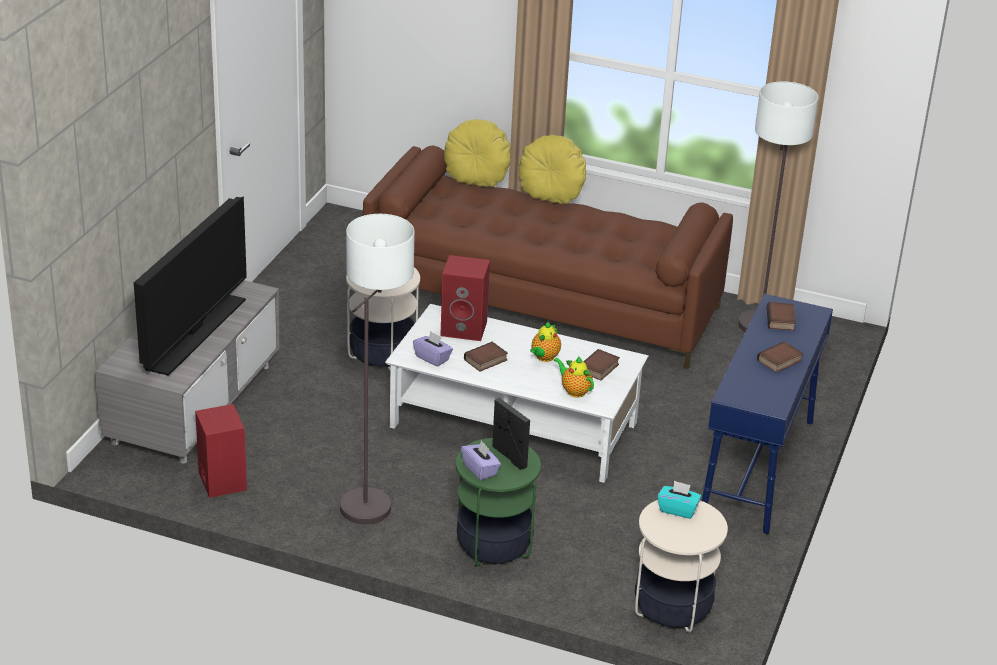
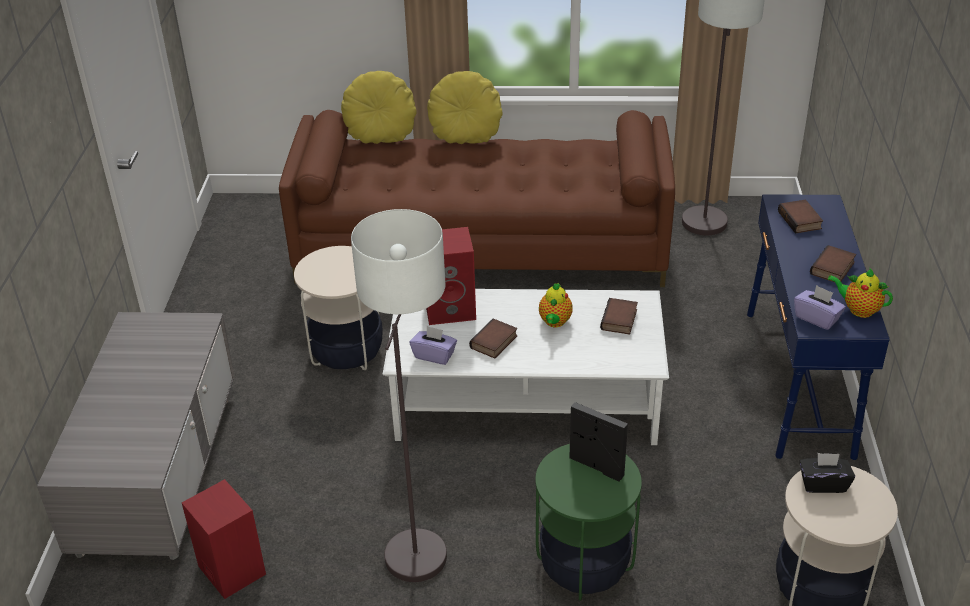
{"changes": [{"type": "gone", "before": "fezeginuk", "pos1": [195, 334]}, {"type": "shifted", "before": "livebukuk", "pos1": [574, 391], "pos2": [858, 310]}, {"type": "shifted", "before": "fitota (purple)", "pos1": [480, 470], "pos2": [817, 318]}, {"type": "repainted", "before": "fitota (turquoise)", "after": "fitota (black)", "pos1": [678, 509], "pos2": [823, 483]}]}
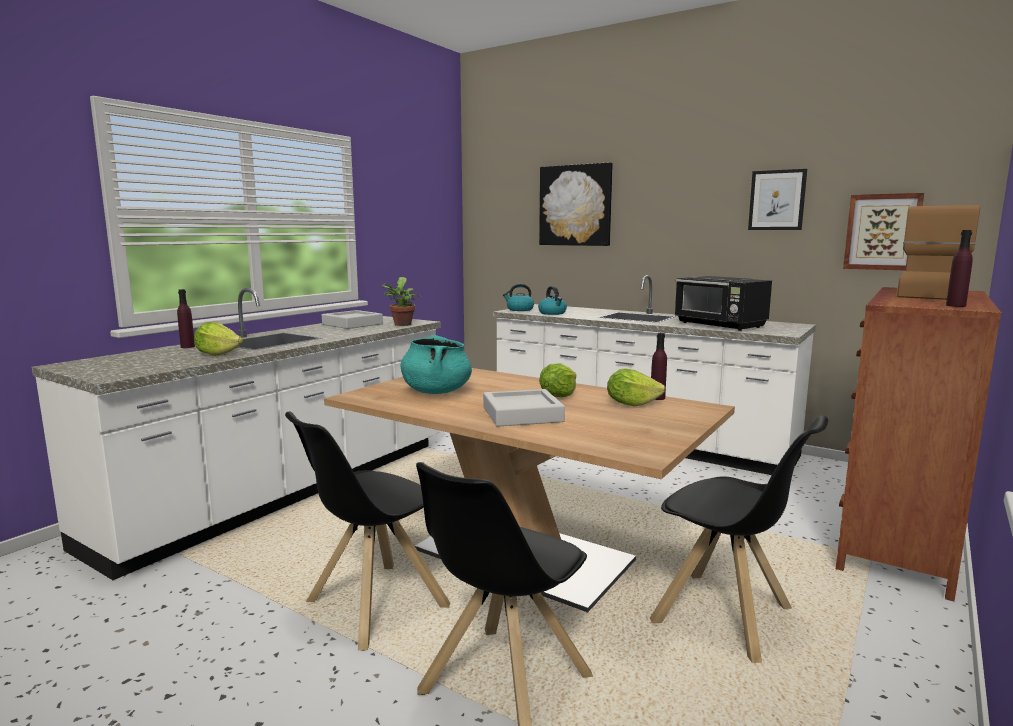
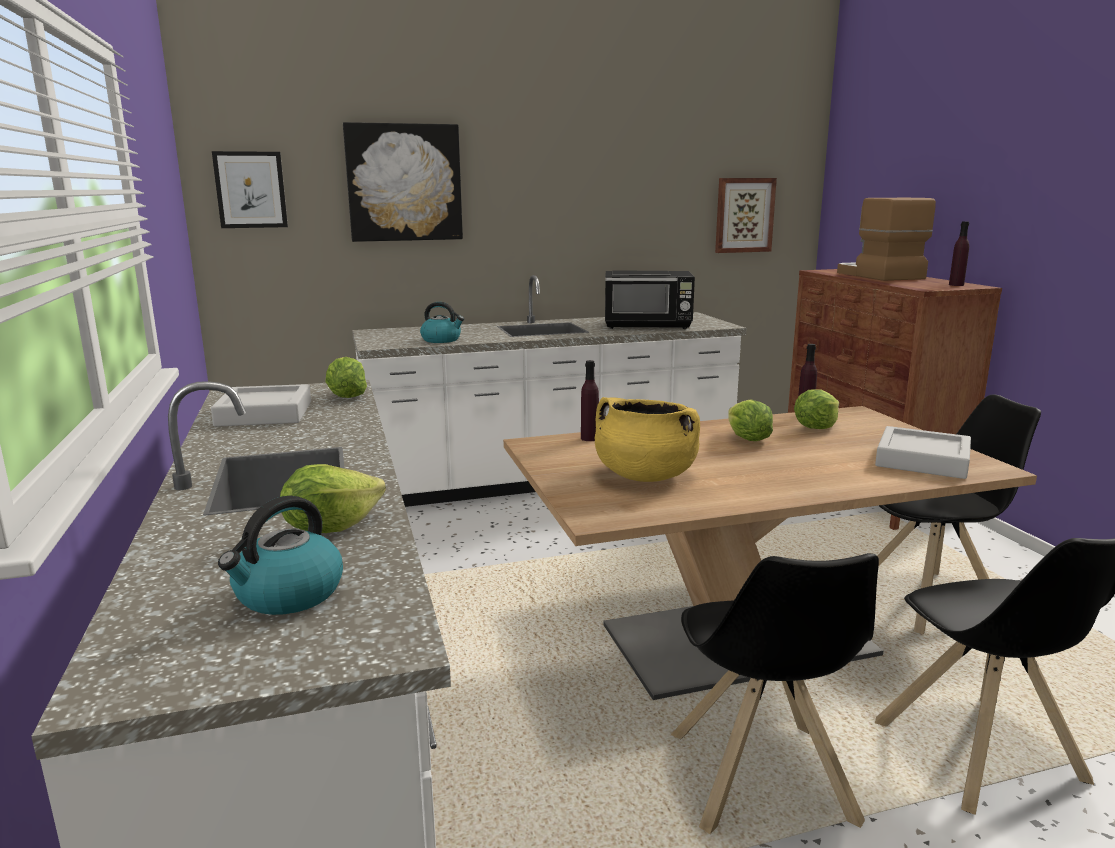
{"changes": [{"type": "shifted", "before": "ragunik", "pos1": [777, 200], "pos2": [250, 190]}, {"type": "swapped", "before": "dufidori", "after": "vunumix", "pos1": [402, 325], "pos2": [347, 396]}, {"type": "shifted", "before": "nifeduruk", "pos1": [519, 309], "pos2": [288, 595]}, {"type": "shifted", "before": "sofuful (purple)", "pos1": [187, 347], "pos2": [589, 438]}, {"type": "repainted", "before": "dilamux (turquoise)", "after": "dilamux (yellow)", "pos1": [436, 391], "pos2": [644, 476]}, {"type": "shifted", "before": "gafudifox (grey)", "pos1": [522, 414], "pos2": [922, 460]}]}
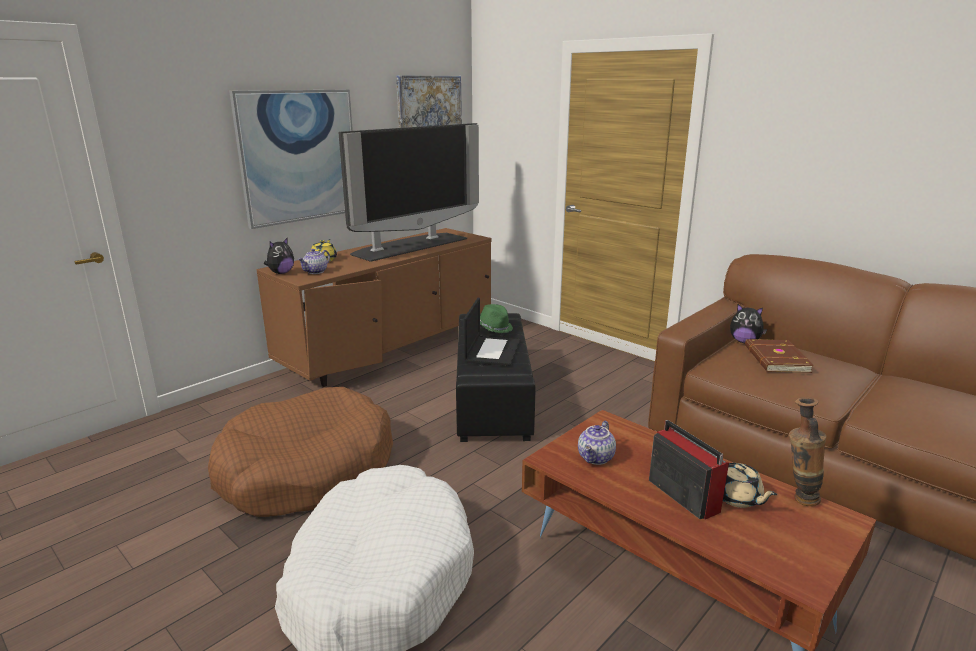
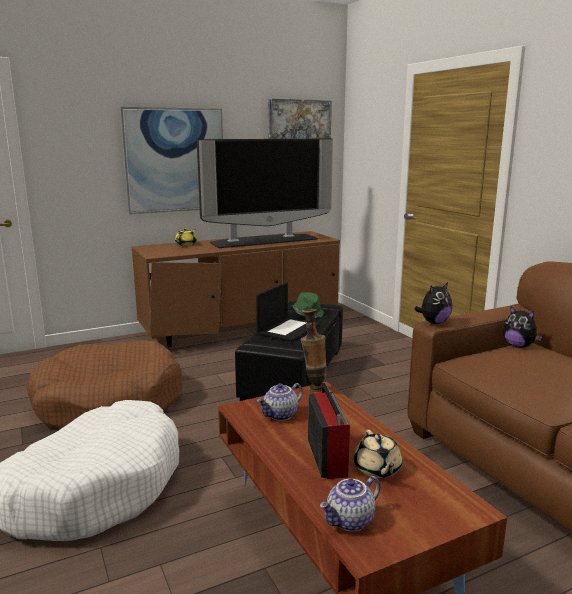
{"changes": [{"type": "shifted", "before": "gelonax", "pos1": [281, 273], "pos2": [434, 322]}, {"type": "shifted", "before": "livebukuk", "pos1": [316, 272], "pos2": [350, 522]}, {"type": "gone", "before": "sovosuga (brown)", "pos1": [775, 359]}, {"type": "shifted", "before": "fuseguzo", "pos1": [797, 498], "pos2": [314, 390]}]}
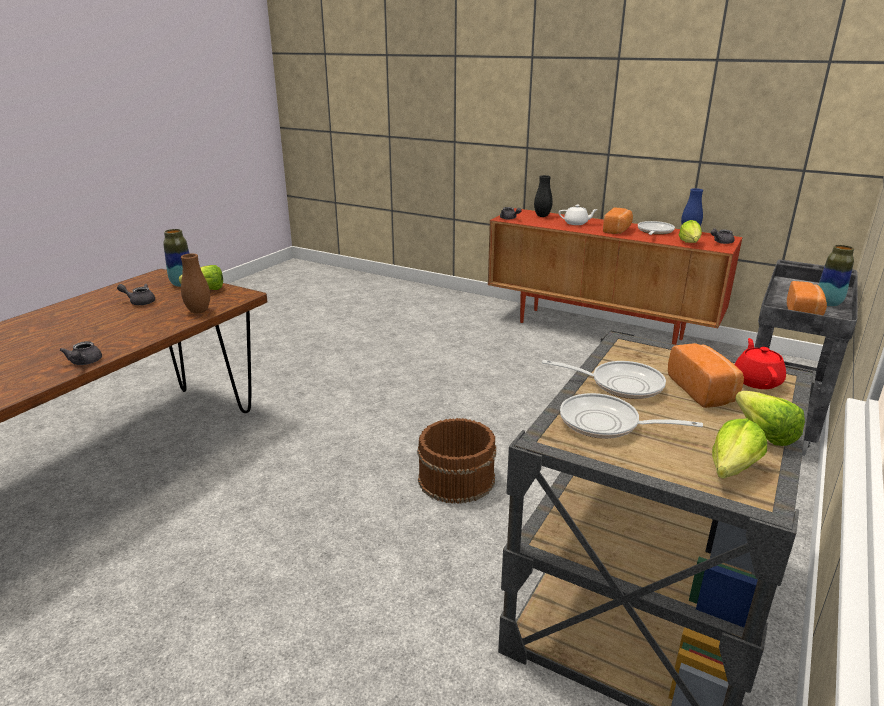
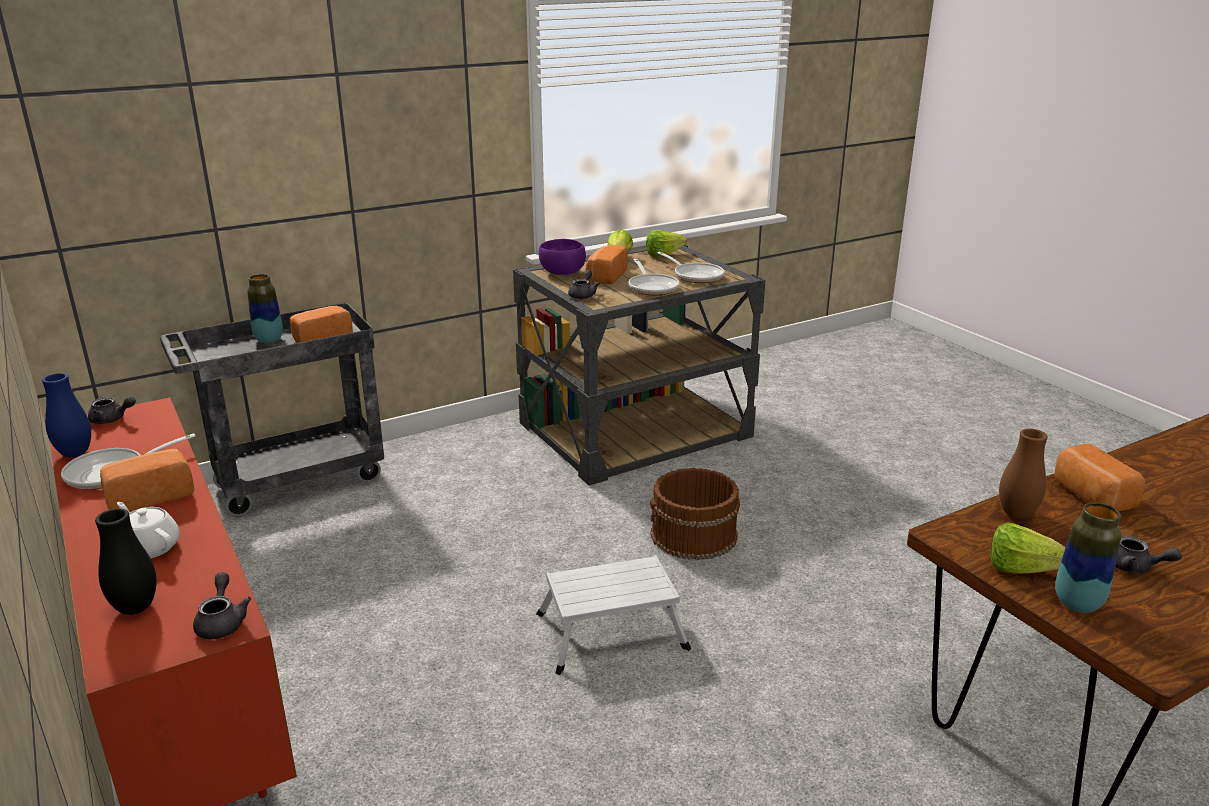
{"changes": [{"type": "gone", "before": "vunumix", "pos1": [689, 244]}, {"type": "swapped", "before": "livebukuk (red)", "after": "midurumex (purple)", "pos1": [756, 381], "pos2": [563, 273]}, {"type": "shifted", "before": "livebukuk (grey)", "pos1": [84, 363], "pos2": [583, 295]}, {"type": "rotated", "before": "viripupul", "pos1": [620, 384], "pos2": [652, 287], "turn": -150}, {"type": "new", "after": "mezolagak", "pos2": [1089, 496]}, {"type": "new", "after": "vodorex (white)", "pos2": [612, 631]}]}
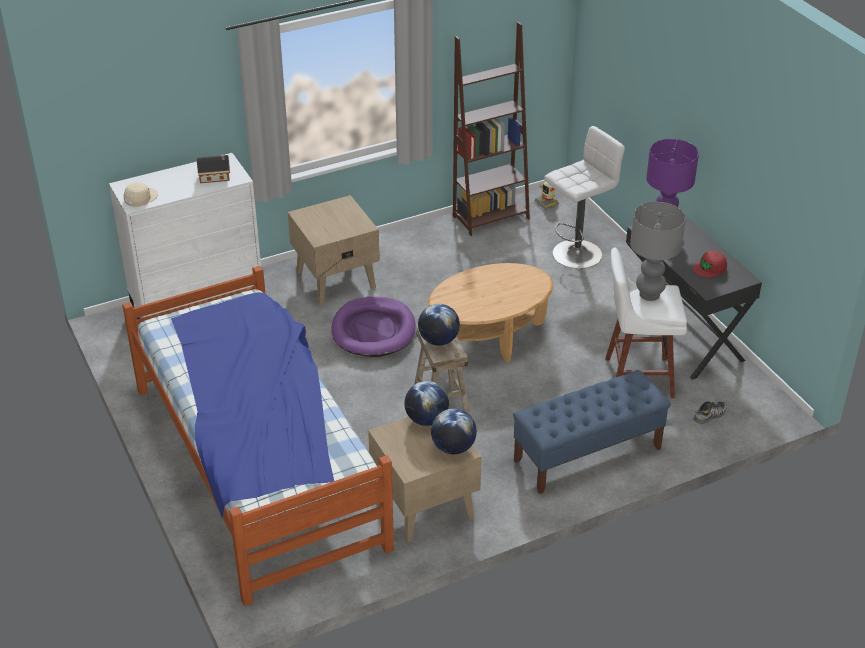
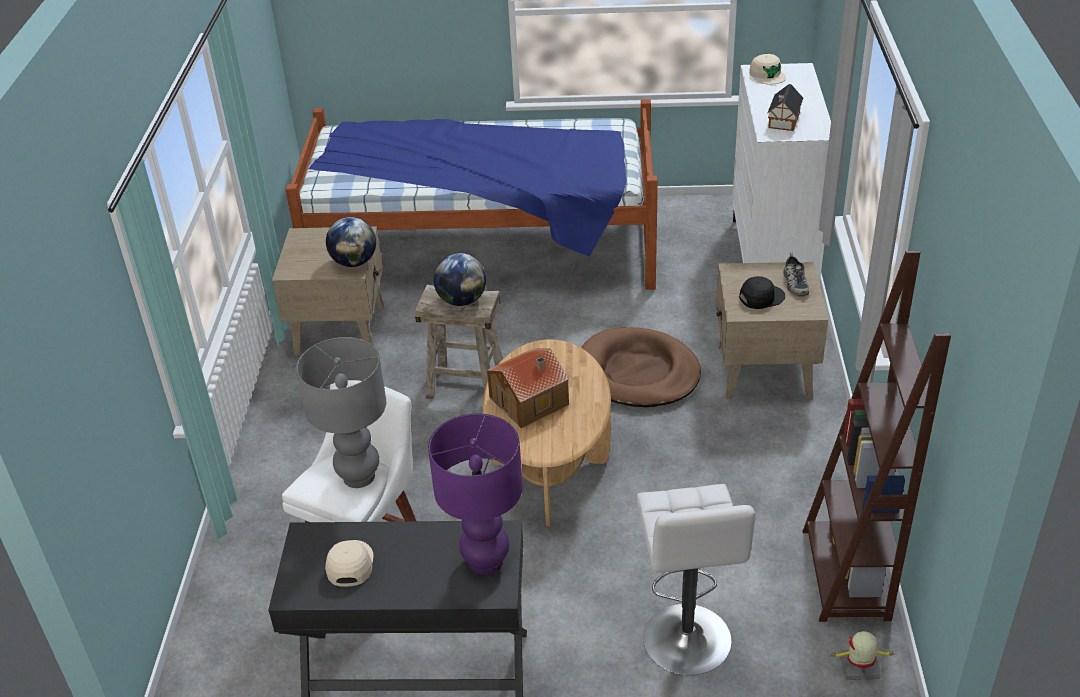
{"changes": [{"type": "repainted", "before": "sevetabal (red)", "after": "sevetabal (beige)", "pos1": [710, 268], "pos2": [349, 564]}, {"type": "repainted", "before": "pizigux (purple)", "after": "pizigux (brown)", "pos1": [373, 330], "pos2": [638, 373]}, {"type": "gone", "before": "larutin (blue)", "pos1": [587, 455]}, {"type": "shifted", "before": "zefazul", "pos1": [710, 415], "pos2": [794, 282]}, {"type": "gone", "before": "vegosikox", "pos1": [453, 448]}, {"type": "new", "after": "sevetabal (black)", "pos2": [761, 297]}, {"type": "new", "after": "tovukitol", "pos2": [530, 401]}]}
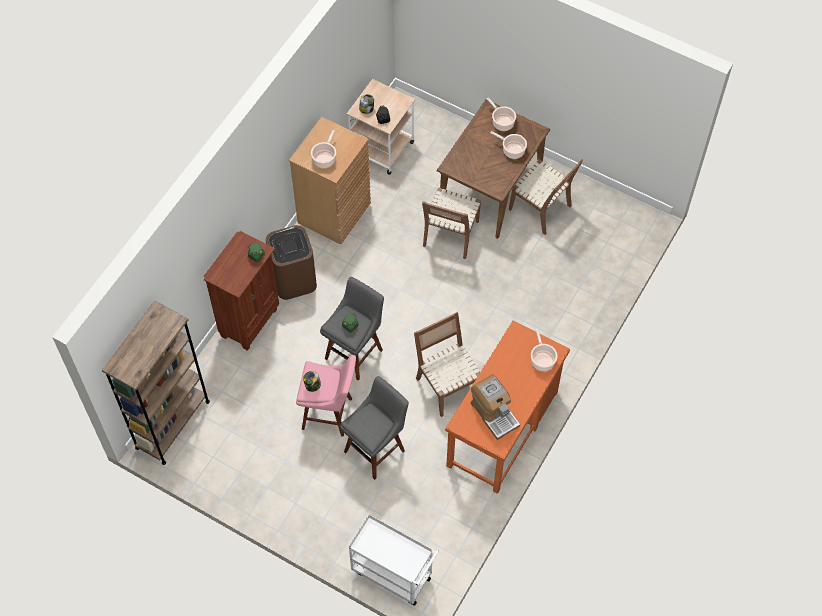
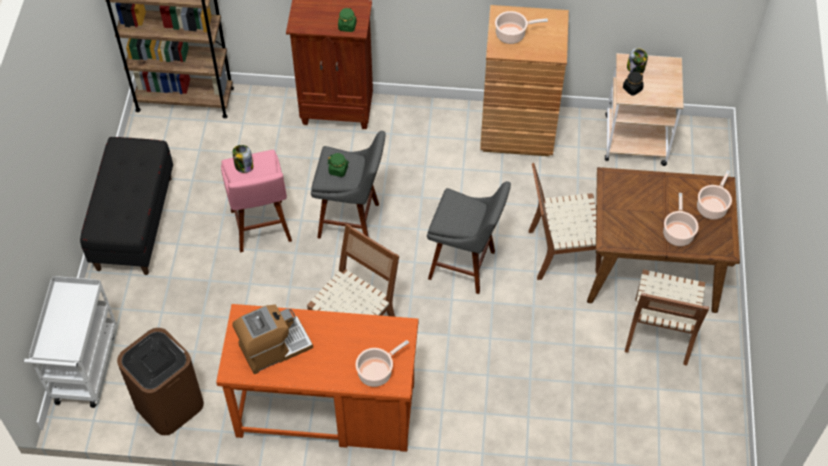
{"changes": [{"type": "shifted", "before": "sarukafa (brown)", "pos1": [293, 280], "pos2": [169, 403]}, {"type": "rotated", "before": "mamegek", "pos1": [494, 414], "pos2": [274, 347], "turn": -150}, {"type": "shifted", "before": "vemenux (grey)", "pos1": [377, 449], "pos2": [465, 266]}, {"type": "new", "after": "larutin (black)", "pos2": [134, 222]}]}
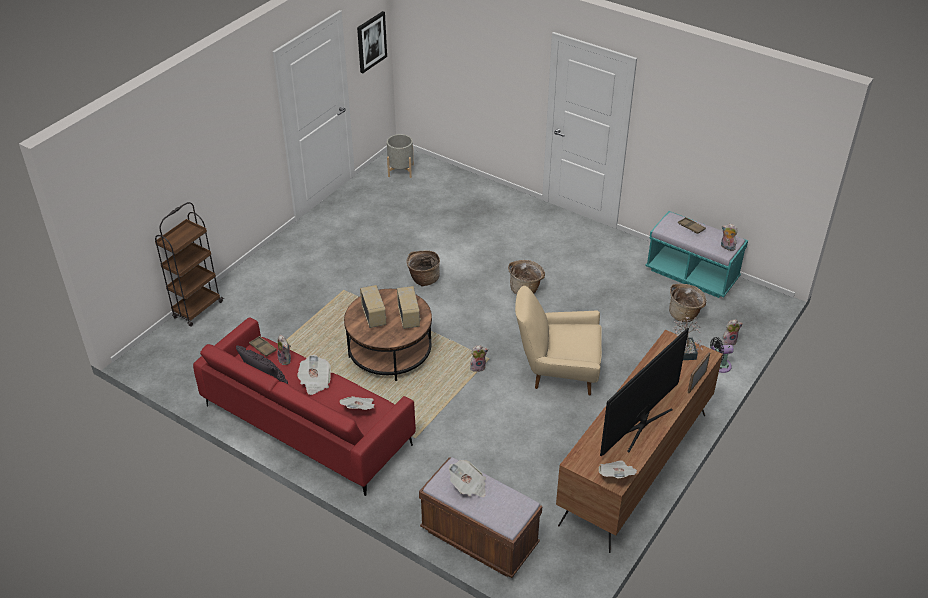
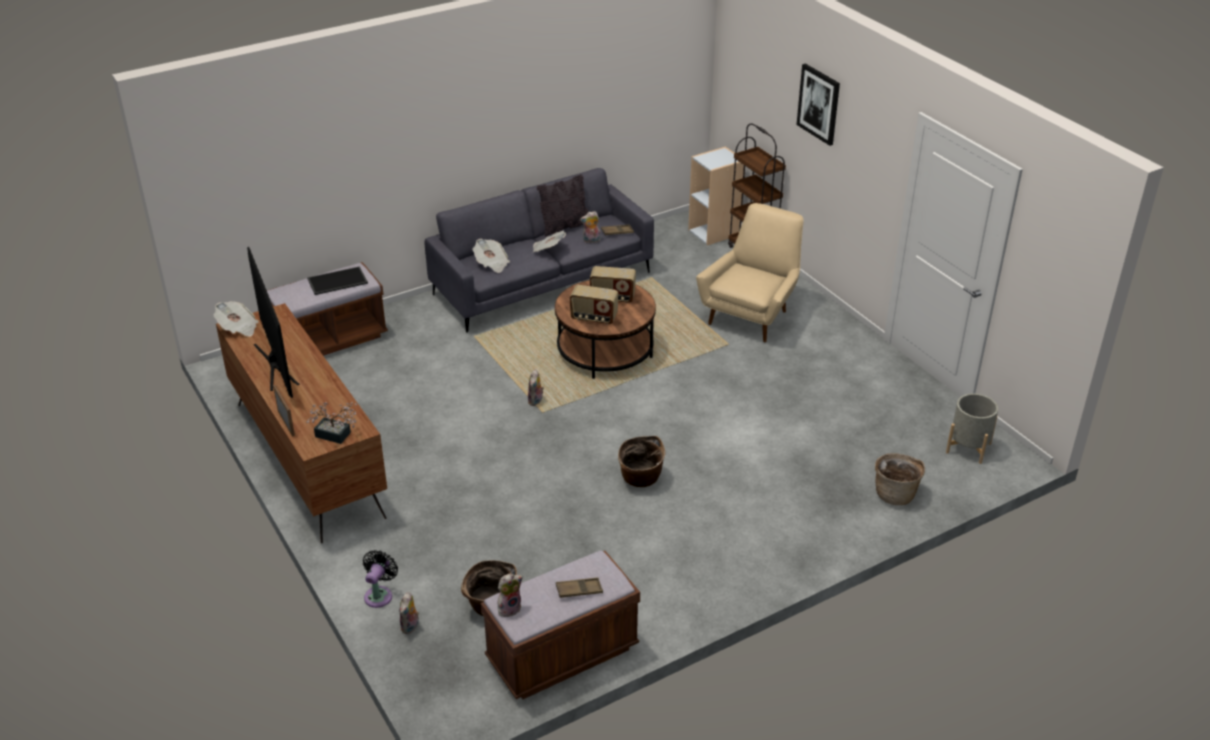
{"changes": [{"type": "shifted", "before": "ragunik", "pos1": [371, 42], "pos2": [819, 104]}, {"type": "repainted", "before": "larutin (turquoise)", "after": "larutin (brown)", "pos1": [692, 275], "pos2": [562, 655]}, {"type": "shifted", "before": "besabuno", "pos1": [423, 279], "pos2": [895, 494]}, {"type": "shifted", "before": "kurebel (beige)", "pos1": [558, 373], "pos2": [751, 316]}, {"type": "repainted", "before": "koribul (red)", "after": "koribul (grey)", "pos1": [306, 425], "pos2": [542, 283]}, {"type": "swapped", "before": "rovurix", "after": "gafudifox", "pos1": [468, 486], "pos2": [337, 282]}, {"type": "new", "after": "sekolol", "pos2": [715, 232]}]}
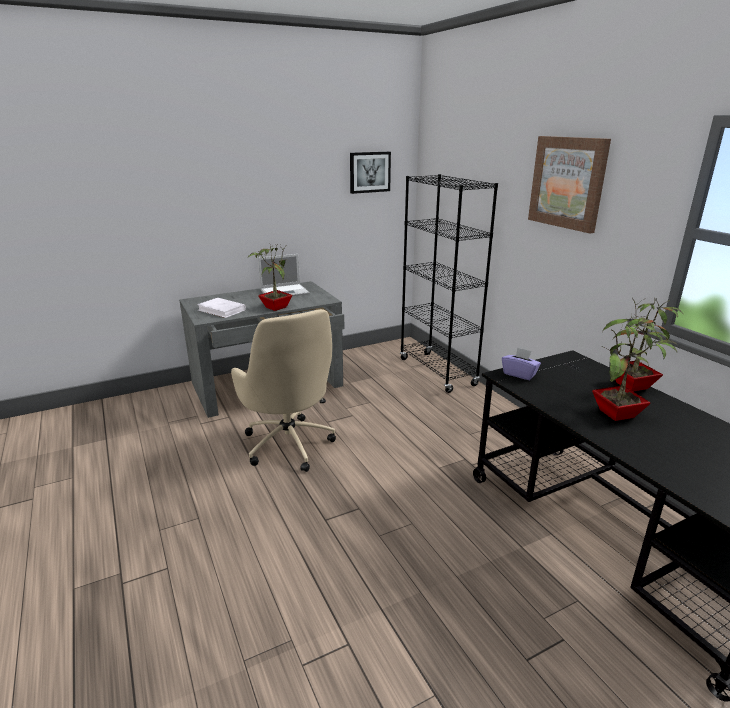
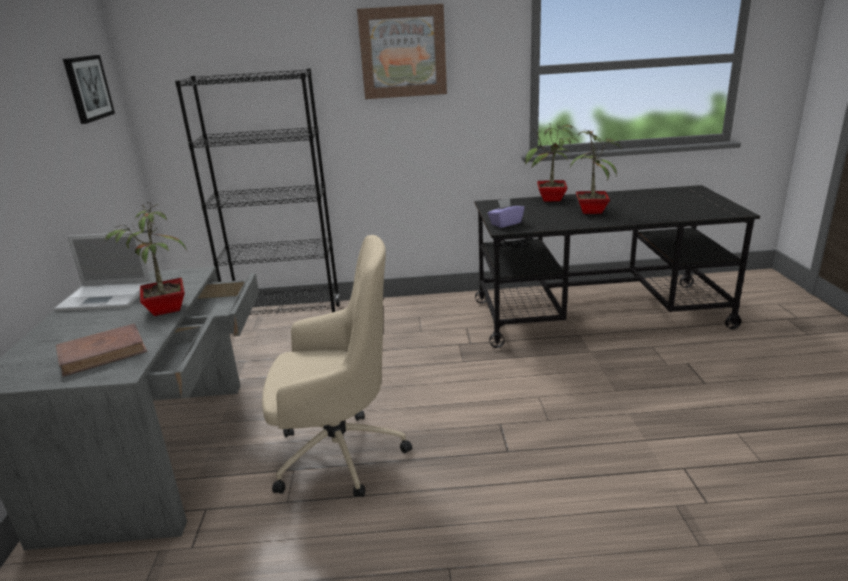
{"changes": [{"type": "rotated", "before": "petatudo", "pos1": [285, 292], "pos2": [107, 297], "turn": 90}, {"type": "repainted", "before": "sovosuga (white)", "after": "sovosuga (brown)", "pos1": [222, 310], "pos2": [103, 353]}]}
